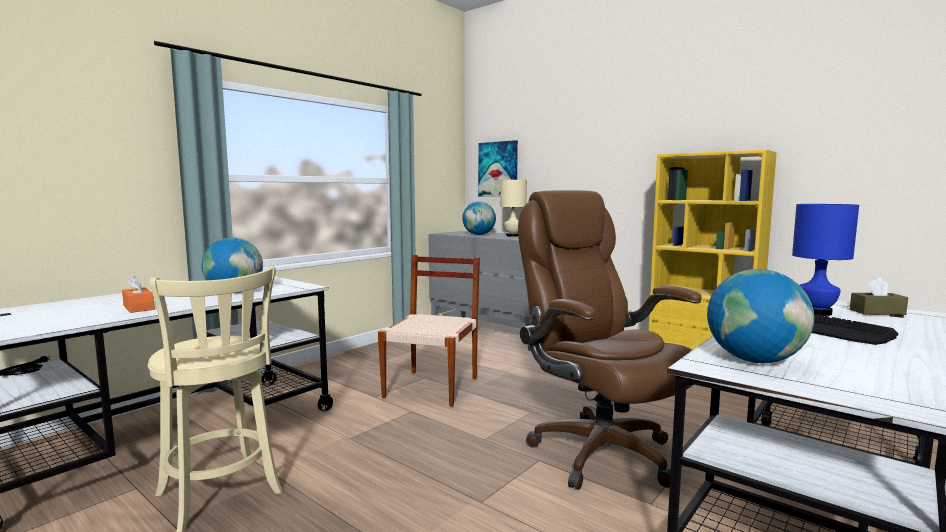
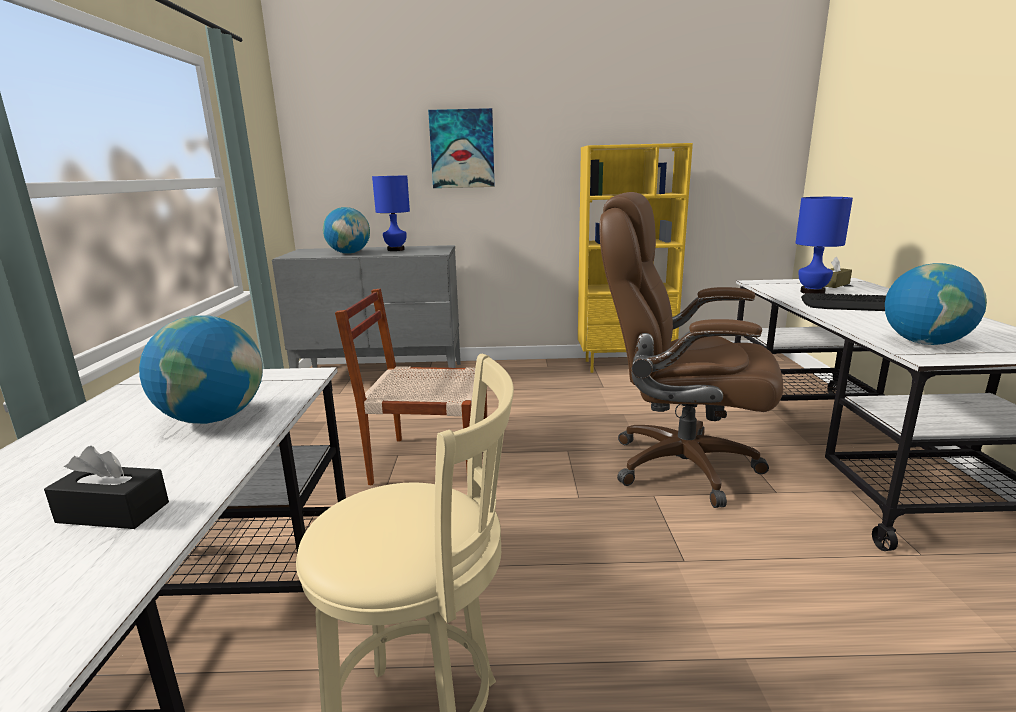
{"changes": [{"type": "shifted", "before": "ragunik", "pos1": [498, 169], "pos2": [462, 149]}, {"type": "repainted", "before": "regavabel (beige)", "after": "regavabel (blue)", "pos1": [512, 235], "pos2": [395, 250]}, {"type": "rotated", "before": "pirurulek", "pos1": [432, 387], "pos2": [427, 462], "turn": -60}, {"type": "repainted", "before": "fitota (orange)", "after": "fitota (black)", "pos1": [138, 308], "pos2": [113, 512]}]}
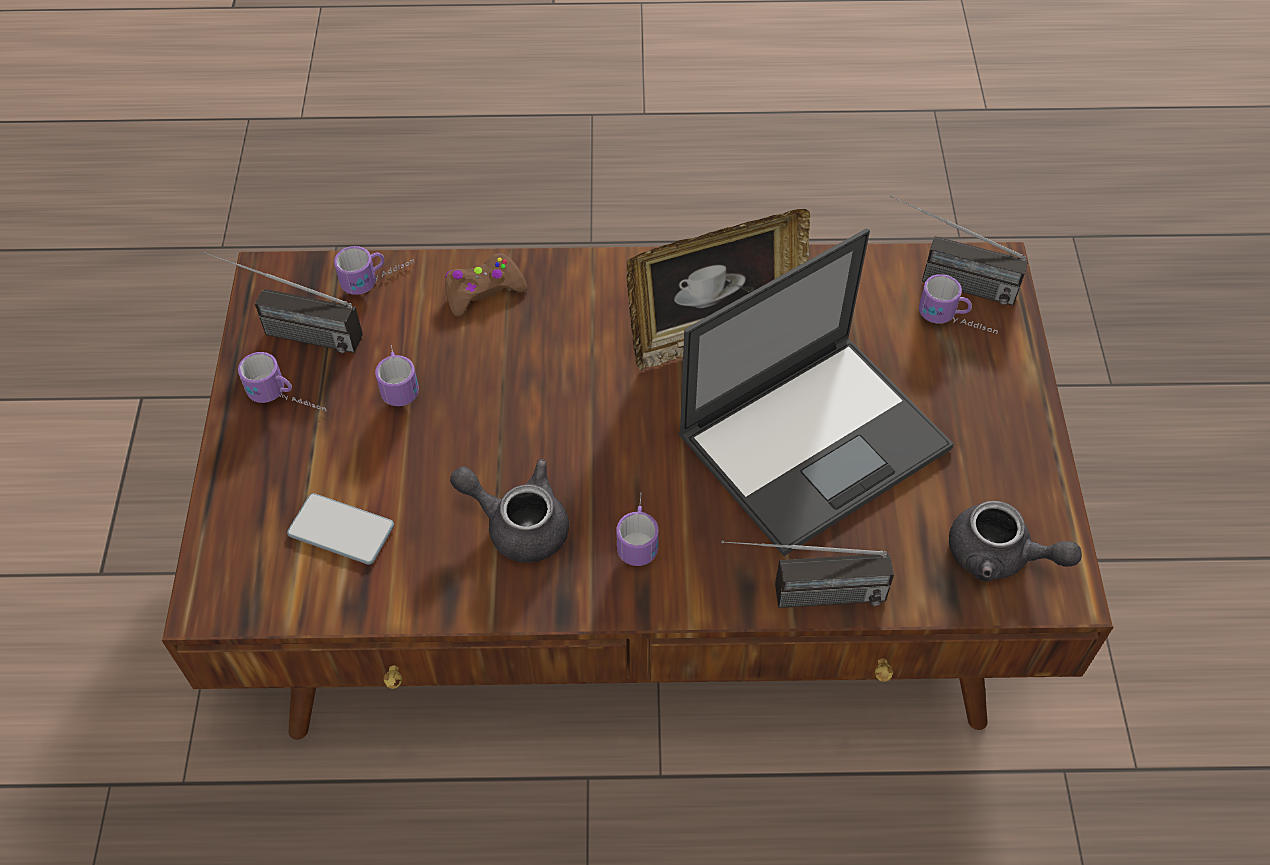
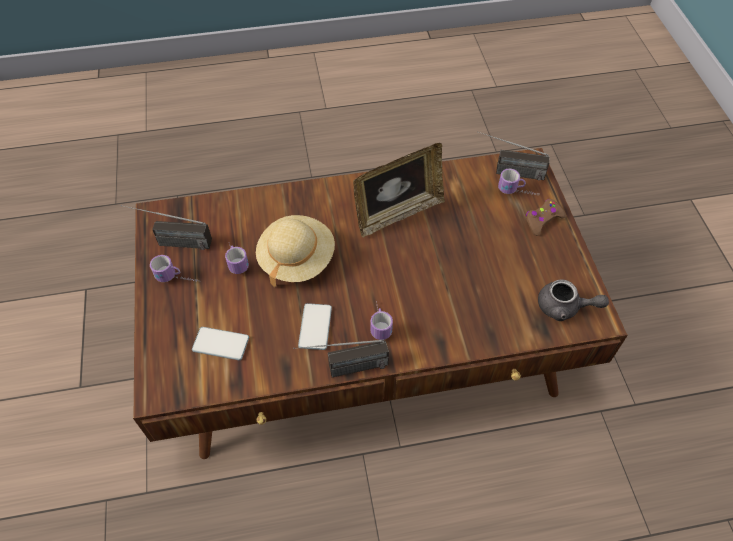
{"changes": [{"type": "gone", "before": "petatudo", "pos1": [816, 440]}, {"type": "gone", "before": "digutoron", "pos1": [379, 280]}, {"type": "shifted", "before": "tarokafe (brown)", "pos1": [483, 291], "pos2": [542, 220]}, {"type": "swapped", "before": "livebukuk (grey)", "after": "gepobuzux", "pos1": [518, 524], "pos2": [315, 327]}, {"type": "shifted", "before": "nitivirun", "pos1": [801, 597], "pos2": [343, 370]}, {"type": "new", "after": "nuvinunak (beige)", "pos2": [296, 259]}]}
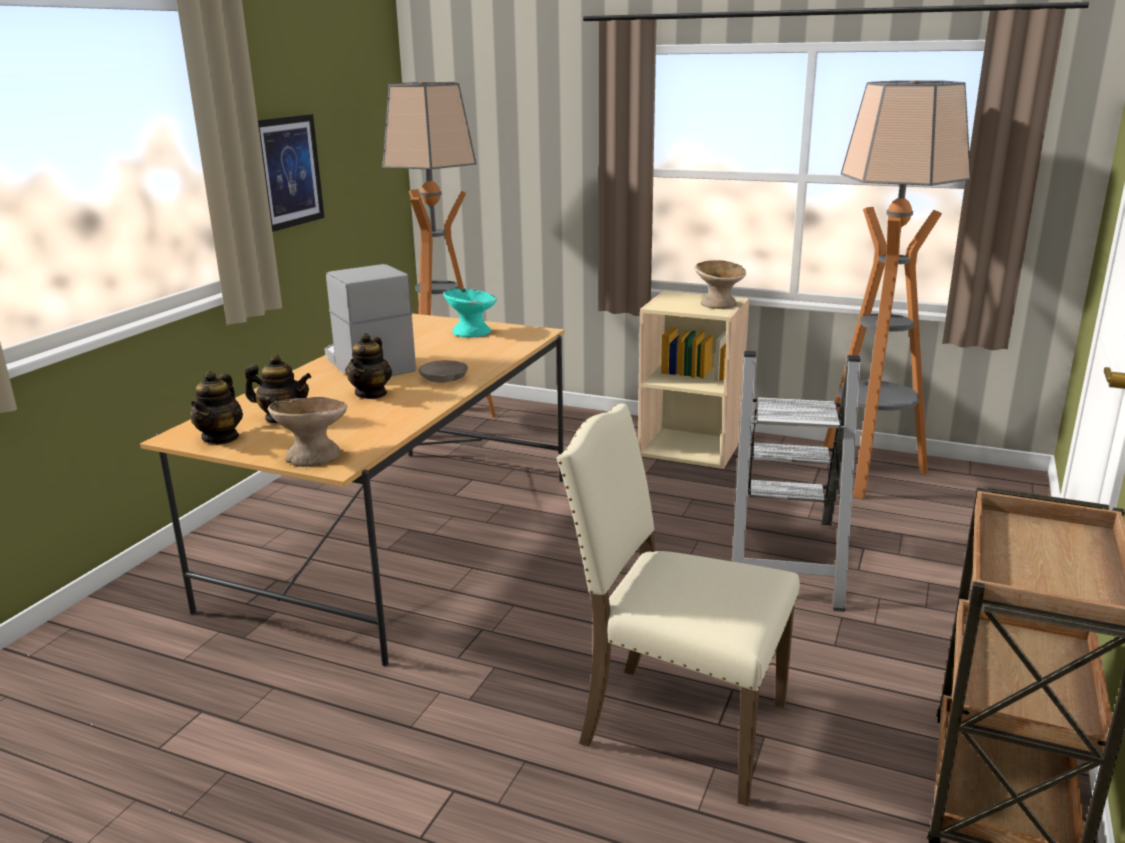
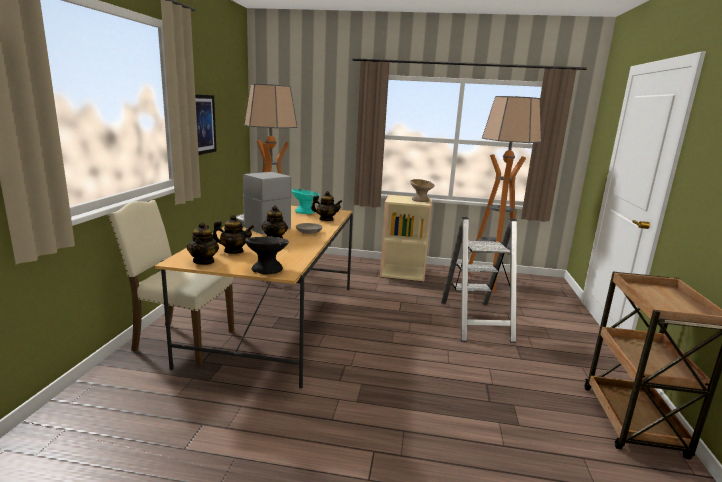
{"changes": [{"type": "repainted", "before": "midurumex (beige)", "after": "midurumex (black)", "pos1": [313, 456], "pos2": [267, 269]}, {"type": "shifted", "before": "pirurulek (beige)", "pos1": [678, 725], "pos2": [181, 341]}, {"type": "new", "after": "livebukuk", "pos2": [326, 219]}]}
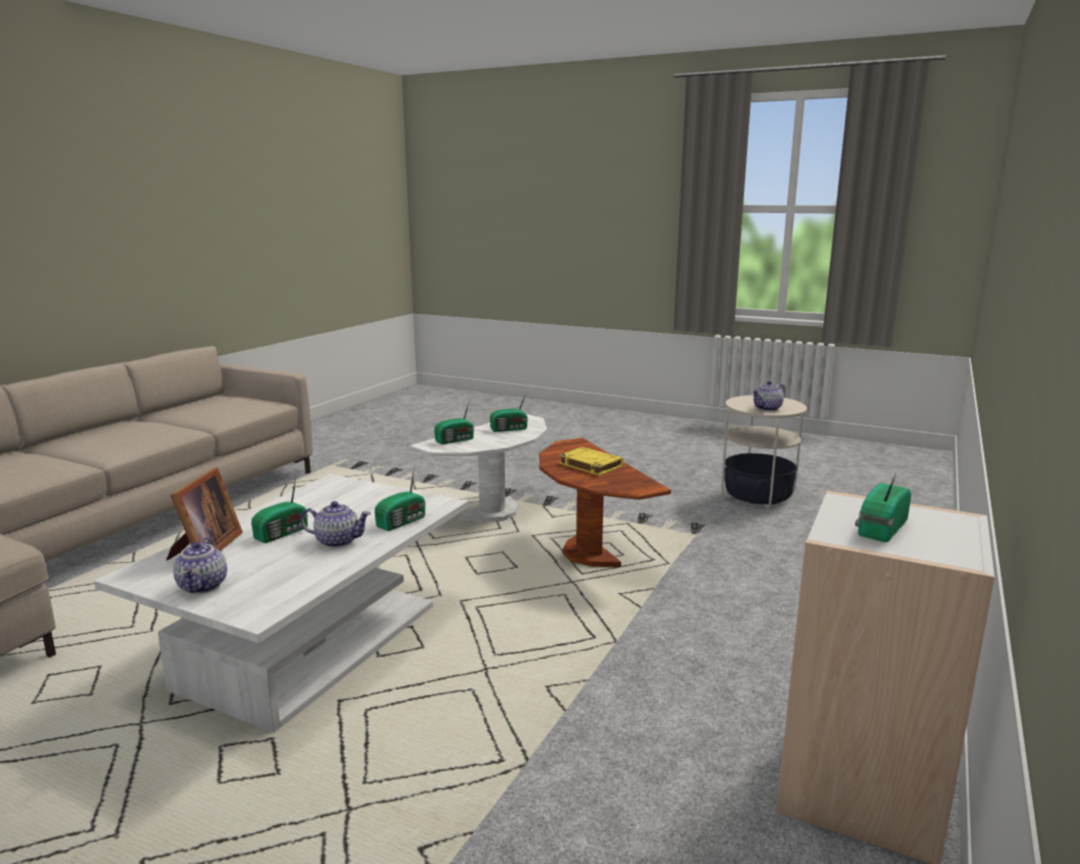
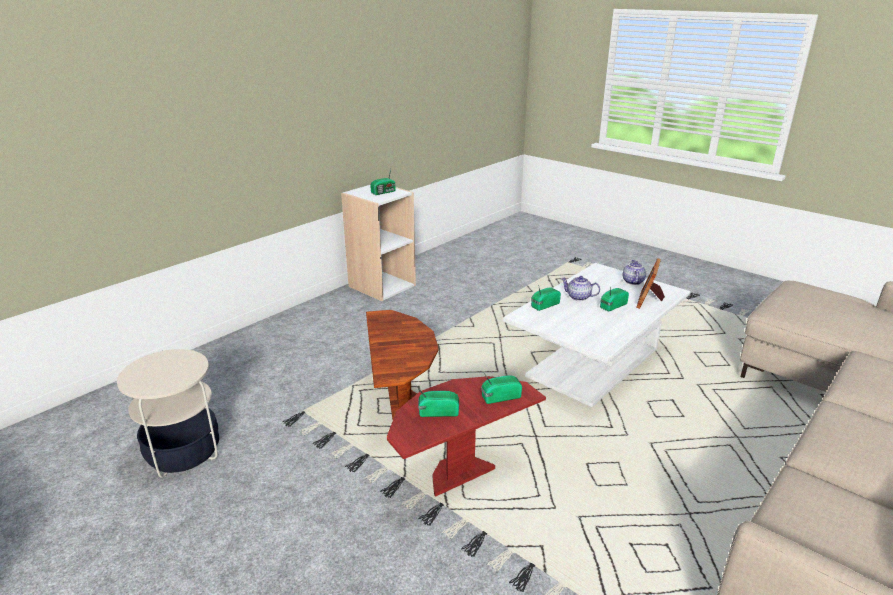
{"changes": [{"type": "gone", "before": "livebukuk", "pos1": [767, 409]}, {"type": "repainted", "before": "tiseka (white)", "after": "tiseka (red)", "pos1": [493, 513], "pos2": [459, 475]}, {"type": "gone", "before": "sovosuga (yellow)", "pos1": [590, 465]}]}
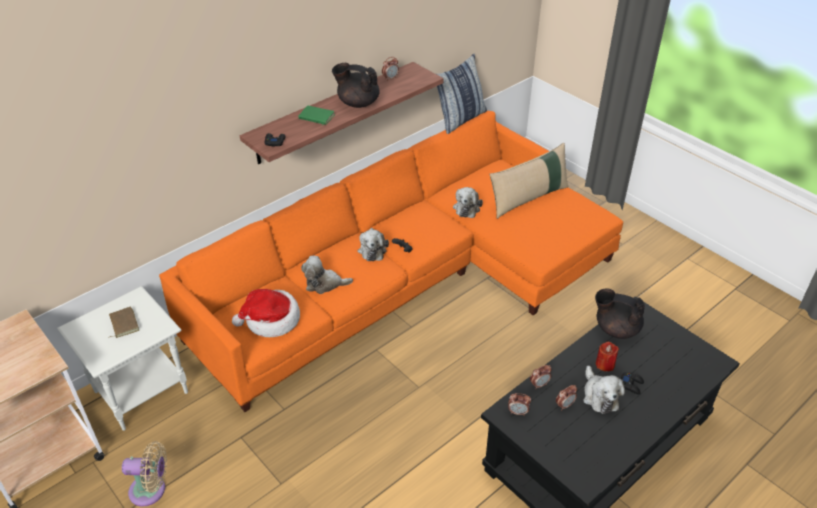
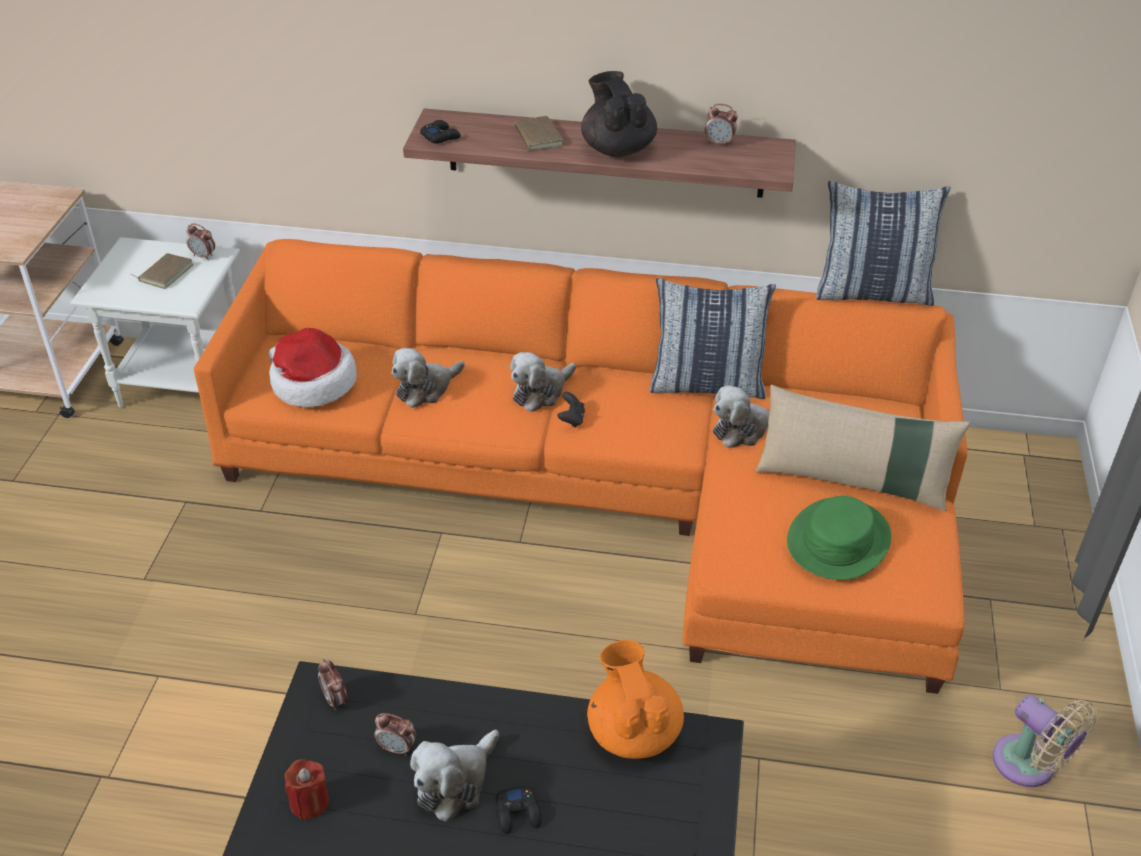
{"changes": [{"type": "repainted", "before": "sovosuga (green)", "after": "sovosuga (brown)", "pos1": [316, 117], "pos2": [536, 137]}, {"type": "rotated", "before": "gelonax", "pos1": [324, 284], "pos2": [426, 388], "turn": -90}, {"type": "repainted", "before": "livebukuk (black)", "after": "livebukuk (orange)", "pos1": [616, 328], "pos2": [633, 731]}, {"type": "shifted", "before": "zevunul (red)", "pos1": [605, 364], "pos2": [309, 802]}, {"type": "shifted", "before": "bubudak", "pos1": [539, 384], "pos2": [203, 256]}, {"type": "shifted", "before": "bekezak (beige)", "pos1": [151, 490], "pos2": [1029, 766]}, {"type": "new", "after": "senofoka", "pos2": [707, 384]}, {"type": "new", "after": "nuvinunak (green)", "pos2": [838, 540]}]}
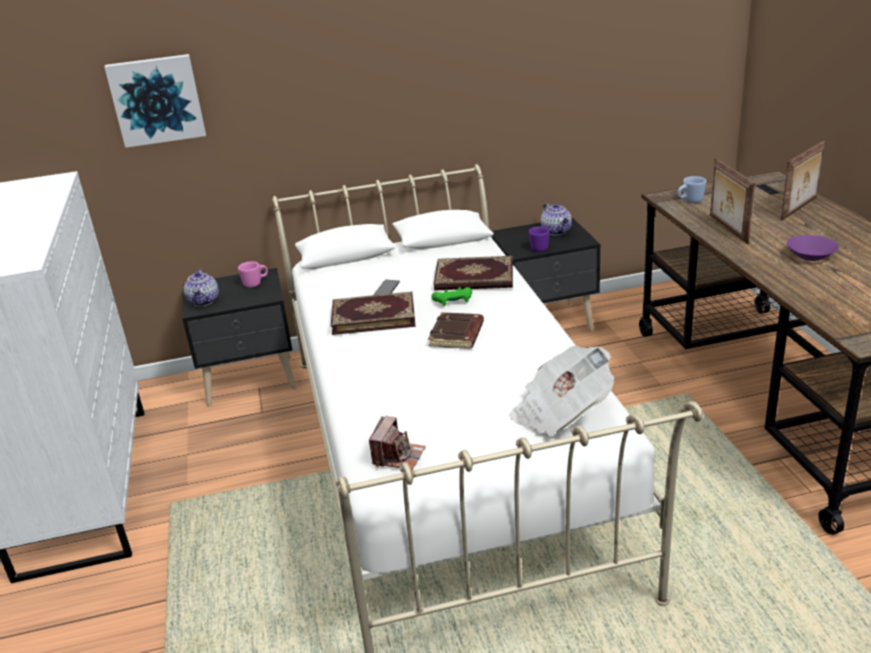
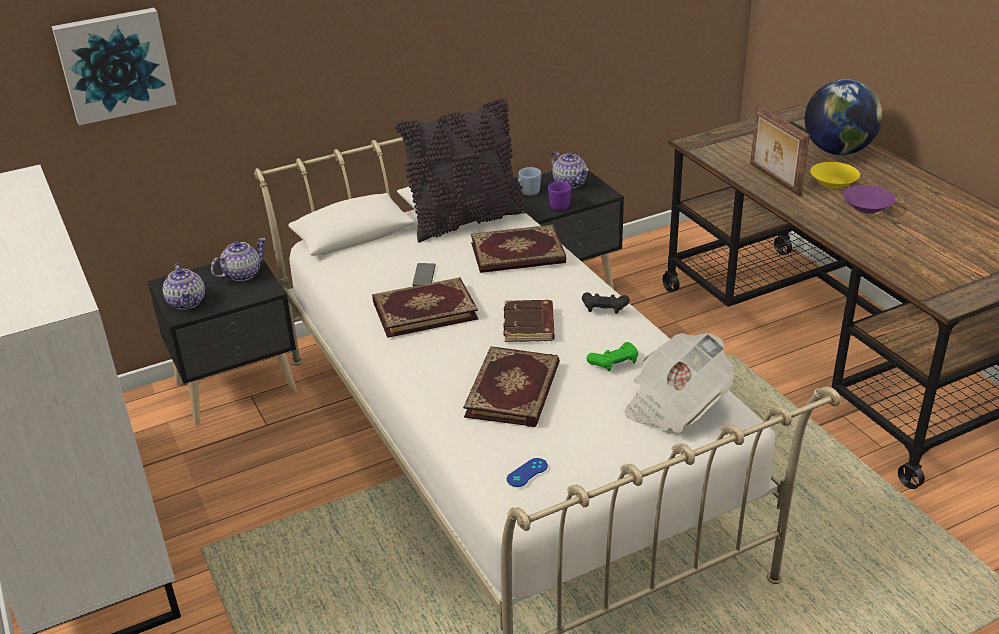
{"changes": [{"type": "swapped", "before": "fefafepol", "after": "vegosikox", "pos1": [800, 208], "pos2": [837, 151]}, {"type": "shifted", "before": "digutoron (blue)", "pos1": [690, 201], "pos2": [527, 193]}, {"type": "swapped", "before": "digutoron (pink)", "after": "livebukuk", "pos1": [255, 283], "pos2": [241, 274]}, {"type": "shifted", "before": "tarokafe (green)", "pos1": [453, 301], "pos2": [614, 362]}, {"type": "swapped", "before": "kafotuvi", "after": "tarokafe (blue)", "pos1": [398, 456], "pos2": [527, 472]}, {"type": "new", "after": "senofoka (black)", "pos2": [466, 220]}, {"type": "new", "after": "midurumex (yellow)", "pos2": [833, 183]}, {"type": "new", "after": "tarokafe (black)", "pos2": [604, 308]}, {"type": "new", "after": "sovosuga", "pos2": [514, 390]}]}
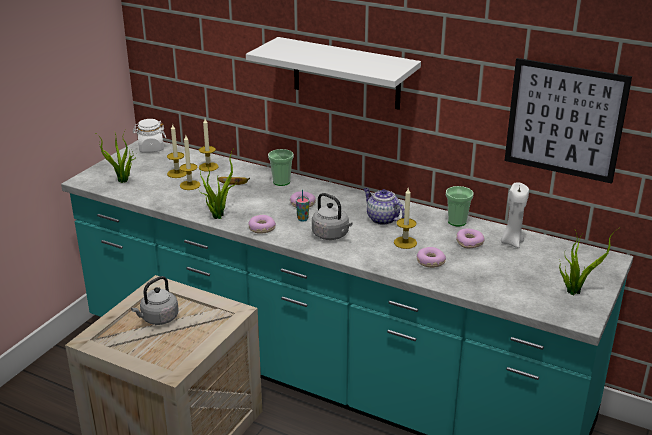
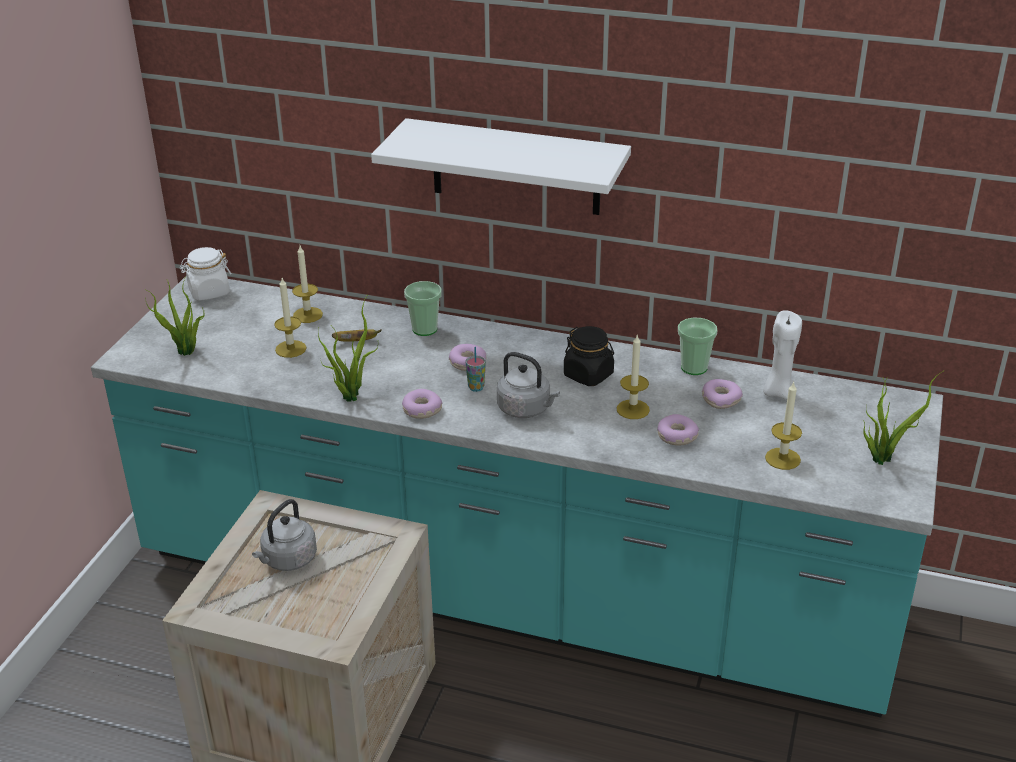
{"changes": [{"type": "gone", "before": "ragunik", "pos1": [565, 120]}, {"type": "shifted", "before": "zevunul", "pos1": [177, 173], "pos2": [782, 458]}, {"type": "swapped", "before": "livebukuk", "after": "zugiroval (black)", "pos1": [382, 219], "pos2": [588, 375]}]}
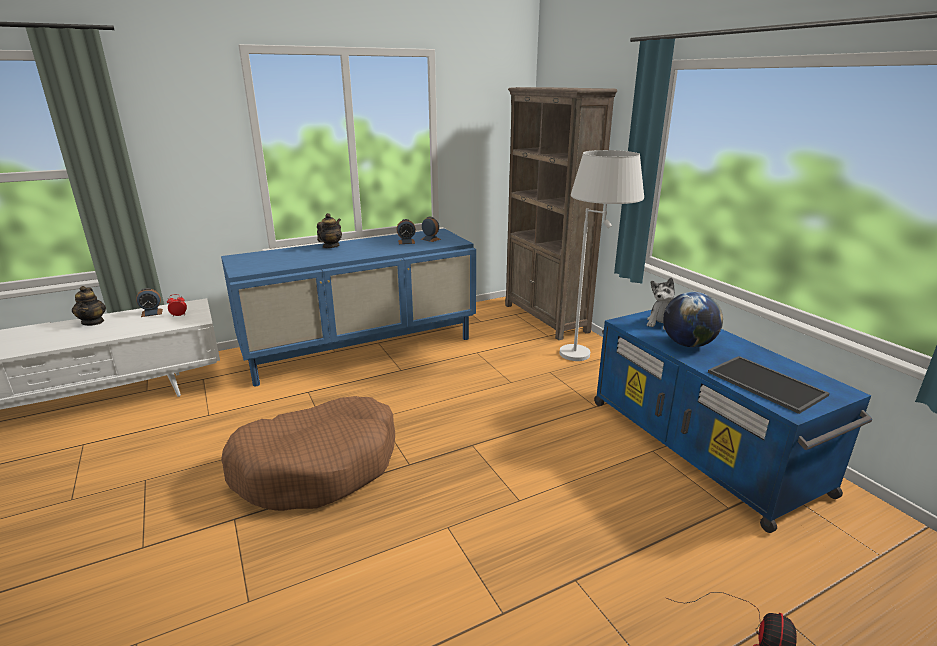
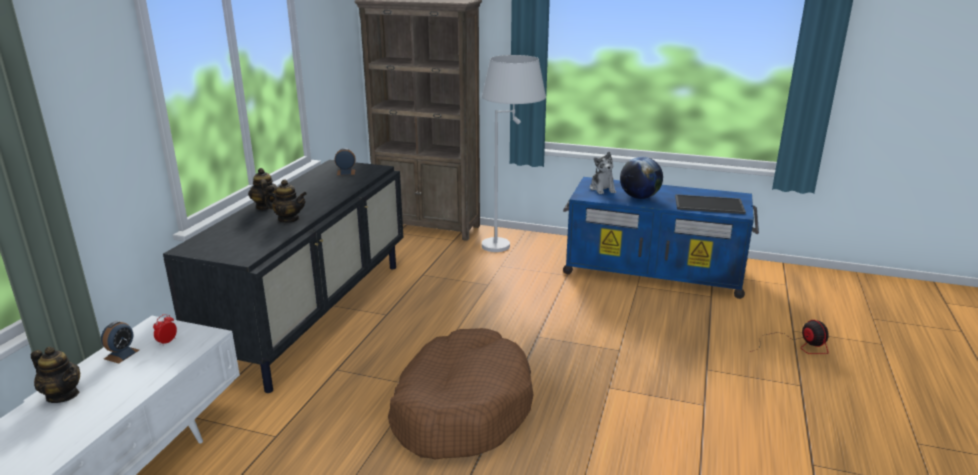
{"changes": [{"type": "gone", "before": "bubudak", "pos1": [406, 242]}, {"type": "repainted", "before": "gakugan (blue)", "after": "gakugan (black)", "pos1": [361, 348], "pos2": [313, 314]}, {"type": "new", "after": "livebukuk", "pos2": [288, 219]}]}
